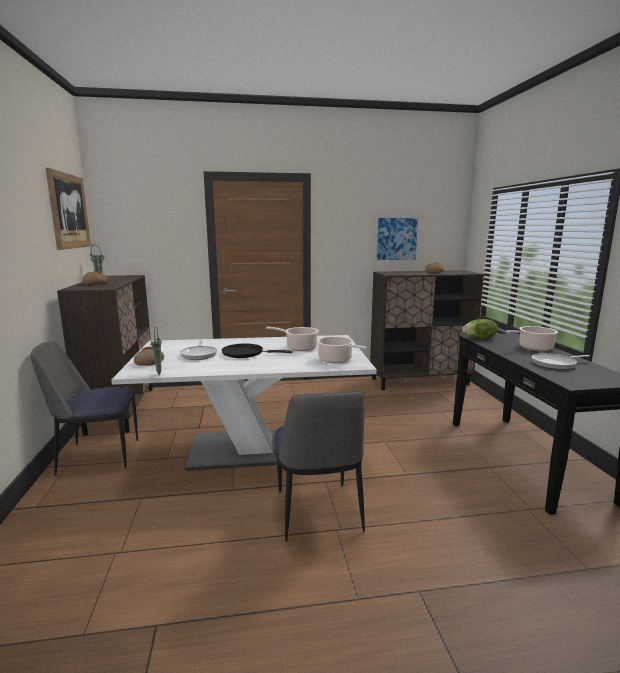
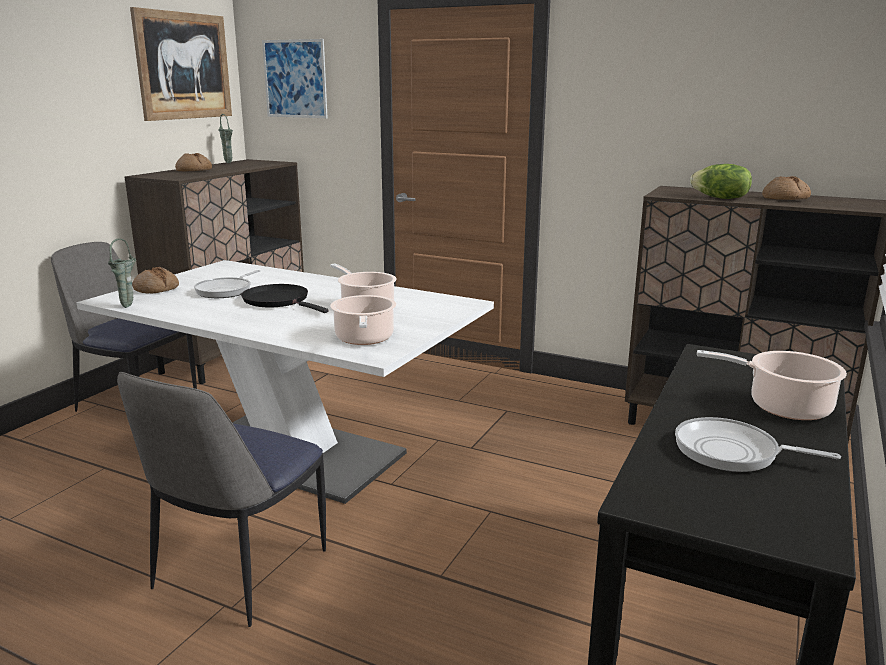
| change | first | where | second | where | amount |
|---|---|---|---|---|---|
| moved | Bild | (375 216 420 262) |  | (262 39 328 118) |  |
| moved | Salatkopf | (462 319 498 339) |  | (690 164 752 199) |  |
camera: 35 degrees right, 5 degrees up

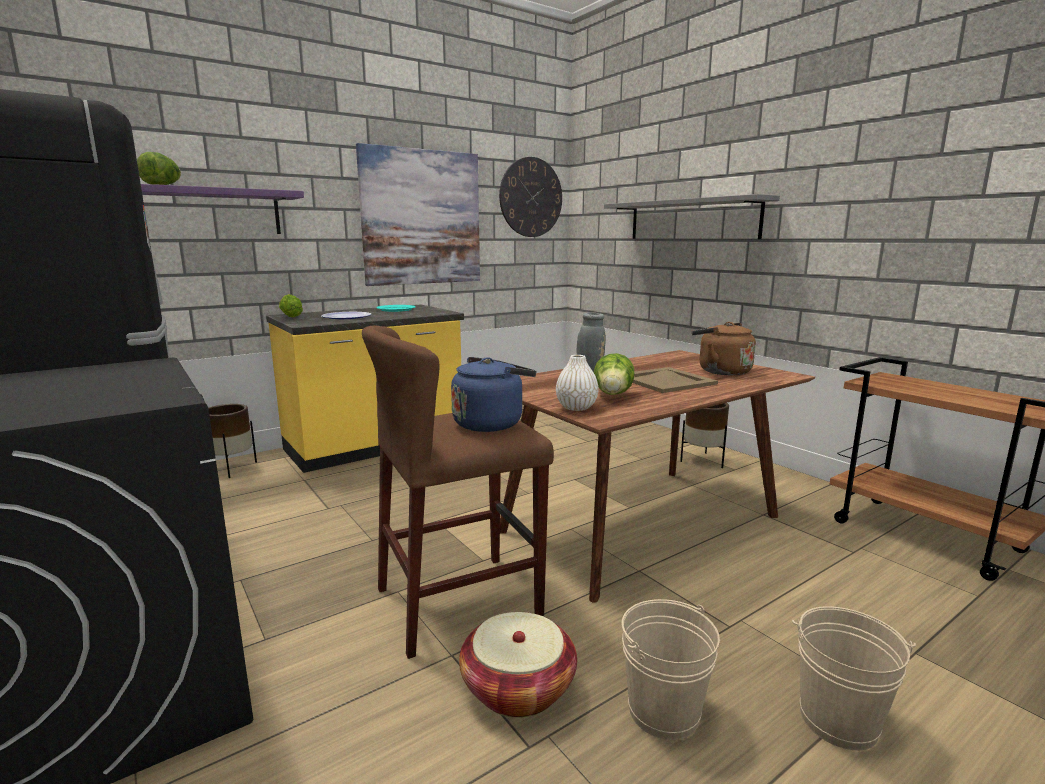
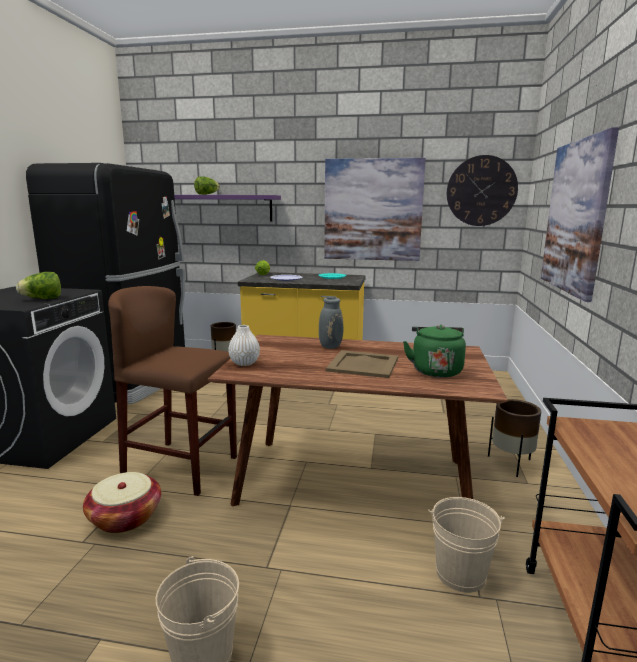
| change | first | where | second | where | amount |
|---|---|---|---|---|---|
| replaced | Wandregal (grau) | (604 194 780 239) | Bild | (541 127 619 302) |  |
| recoloured | Wasserkessel (braun) | (691 322 756 375) | Wasserkessel (grün) | (403 325 466 378) |  |
| moved | Salatkopf | (594 353 634 395) |  | (16 272 61 299) |  |
| removed | Wasserkessel (blau) | (451 357 536 432) |  |  |  |
| moved | Eimer (beige) | (621 599 720 740) |  | (428 497 505 593) |  |
camera: 45 degrees right, 0 degrees up

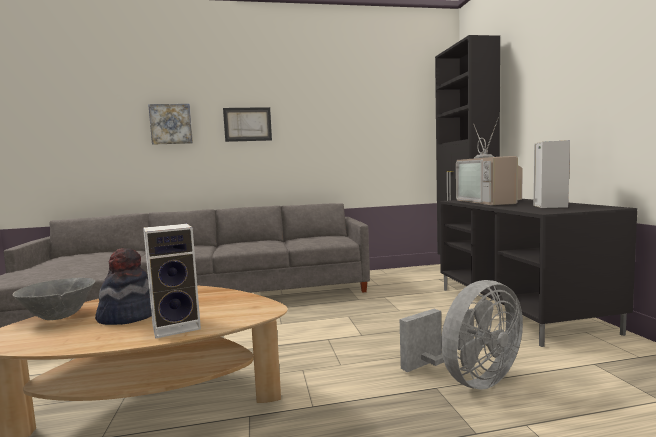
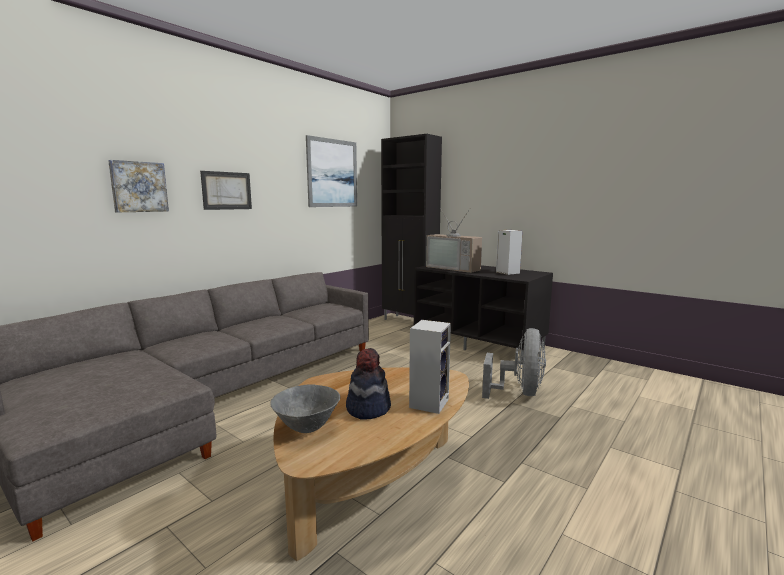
| change | first | where | second | where | amount |
|---|---|---|---|---|---|
| added |  |  | Bild | (306 135 357 207) |  |
camera: 40 degrees left, 5 degrees up

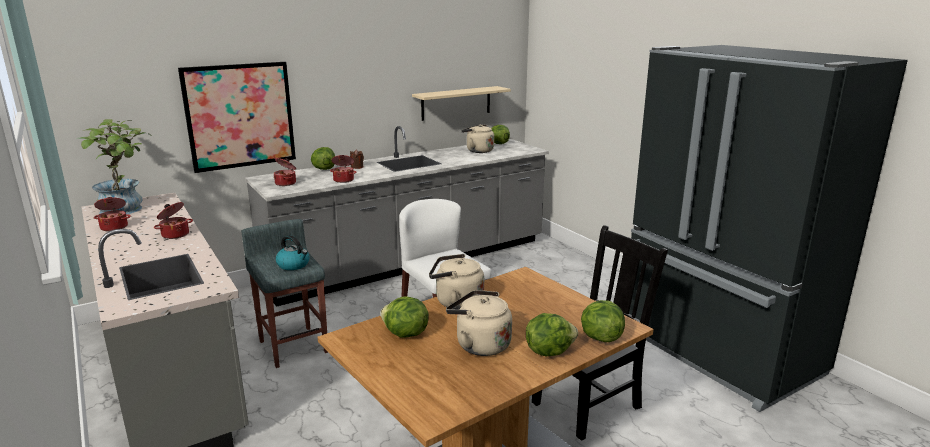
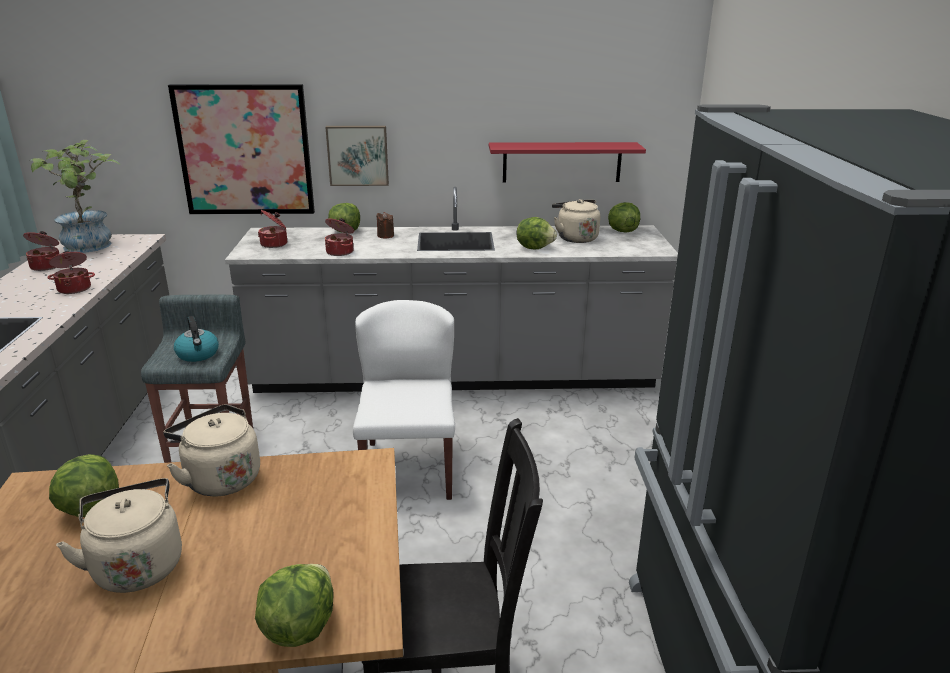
| change | first | where | second | where | amount |
|---|---|---|---|---|---|
| recoloured | Wandregal (beige) | (412 86 511 121) | Wandregal (rot) | (489 142 646 182) |  |
| moved | Salatkopf | (526 313 578 356) |  | (517 217 557 249) |  |
| added |  |  | Bild | (326 126 389 186) |  |
camera: 30 degrees right, 5 degrees up

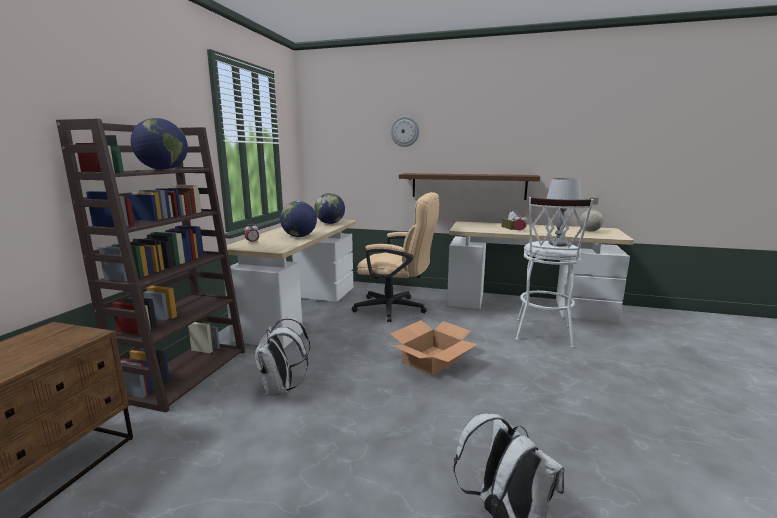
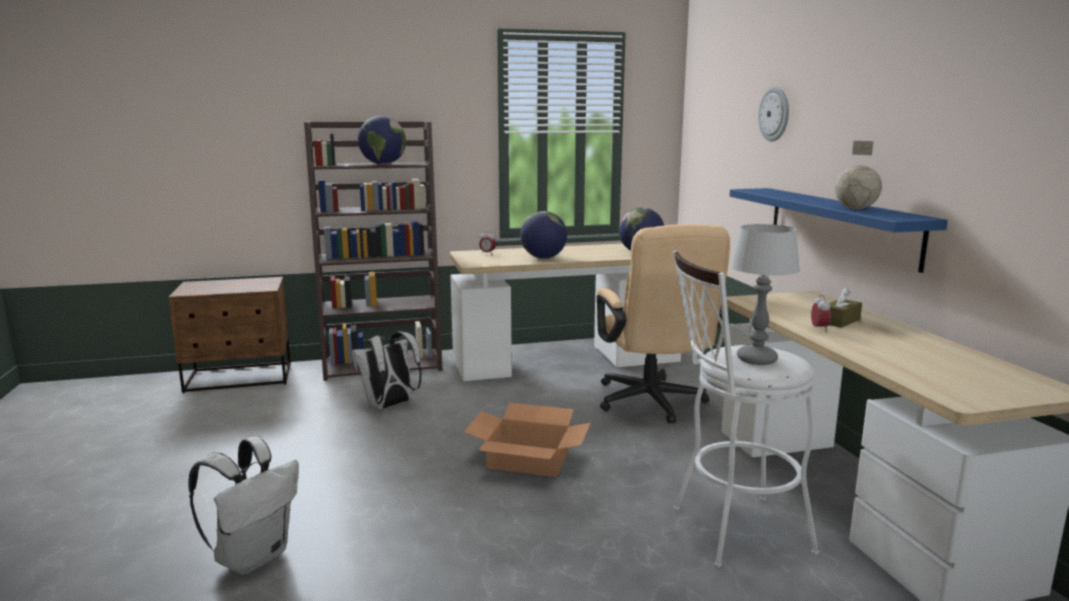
| change | first | where | second | where | amount |
|---|---|---|---|---|---|
| recoloured | Wandregal (braun) | (399 173 540 200) | Wandregal (blau) | (730 188 948 273) |  |
| moved | Globus | (580 198 604 232) |  | (835 141 882 209) |  |
camera: 60 degrees right, 0 degrees up

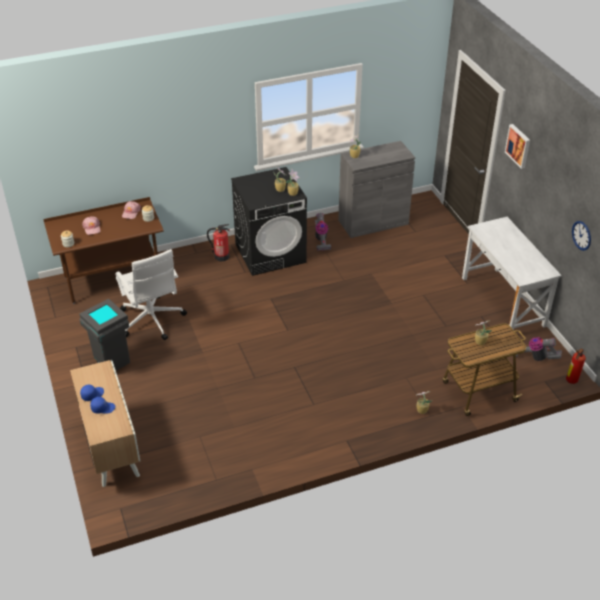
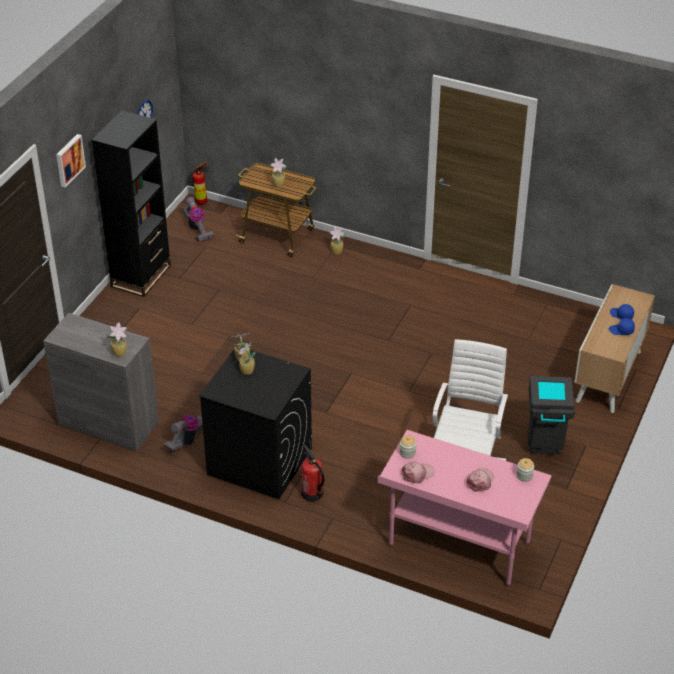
| change | first | where | second | where | amount |
|---|---|---|---|---|---|
| recoloured | Schreibtisch (braun) | (43 197 164 304) | Schreibtisch (rosa) | (378 430 552 587) |  |
| replaced | Schreibtisch (weiß) | (462 217 562 330) | Bücherregal (schwarz) | (92 110 171 297) |  |
camera: 135 degrees left, 0 degrees up

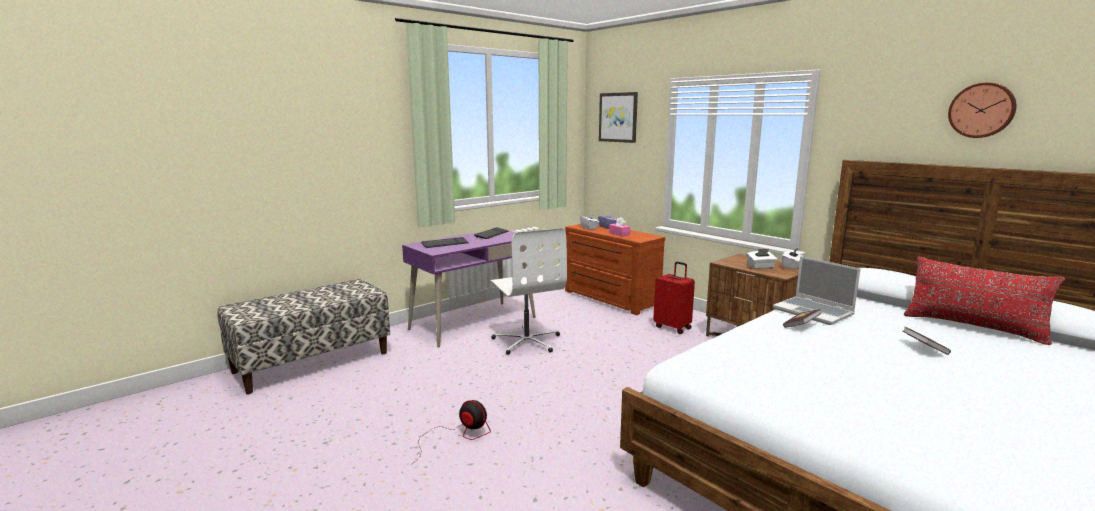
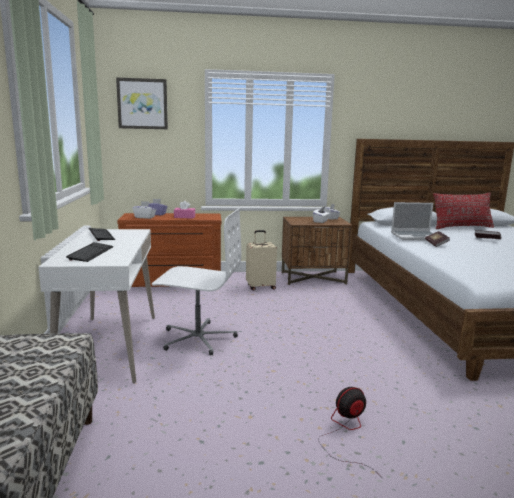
| change | first | where | second | where | amount |
|---|---|---|---|---|---|
| removed | Wanduhr | (948 82 1016 138) |  |  |  |
| recoloured | Schreibtisch (lila) | (402 229 536 347) | Schreibtisch (weiß) | (38 229 155 383) |  |
| recoloured | Koffer (rot) | (653 262 695 334) | Koffer (beige) | (246 230 277 291) |  |
camera: 55 degrees left, 0 degrees up

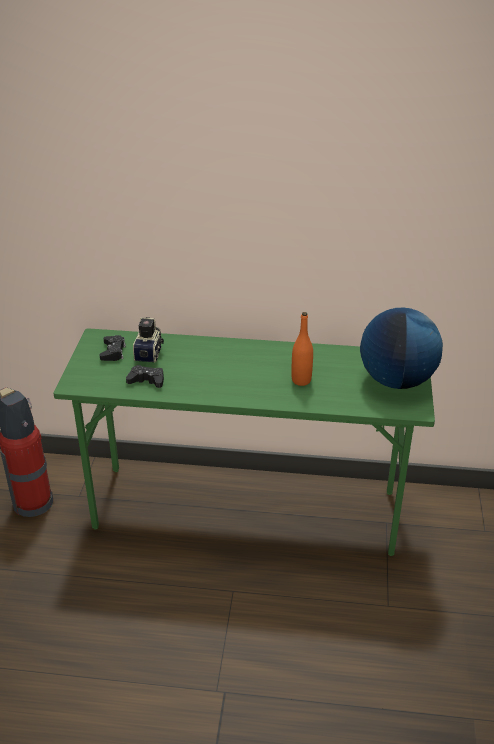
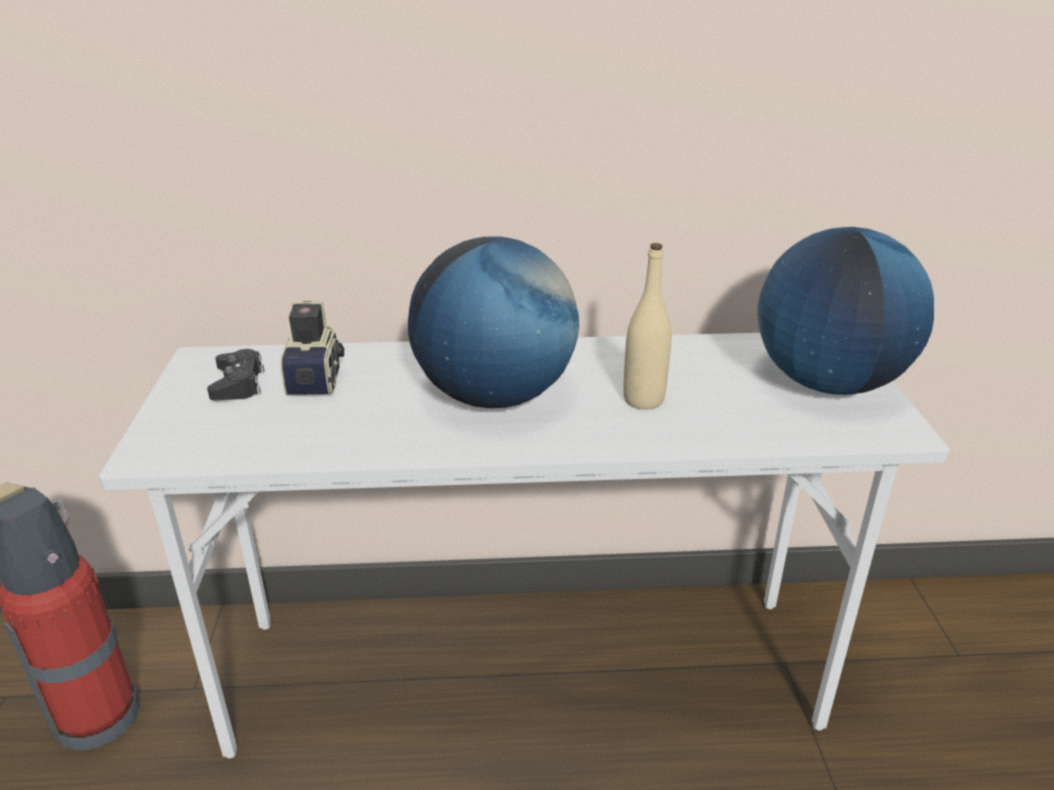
| change | first | where | second | where | amount |
|---|---|---|---|---|---|
| recoloured | Flasche (orange) | (291 312 313 386) | Flasche (beige) | (623 243 671 409) |  |
| recoloured | Schreibtisch (grün) | (54 328 435 556) | Schreibtisch (weiß) | (99 333 950 758) |  |
| removed | Gamepad (schwarz) | (126 365 164 388) |  |  |  |
| added |  |  | Globus | (408 236 579 408) |  |
camera: 10 degrees left, 5 degrees down

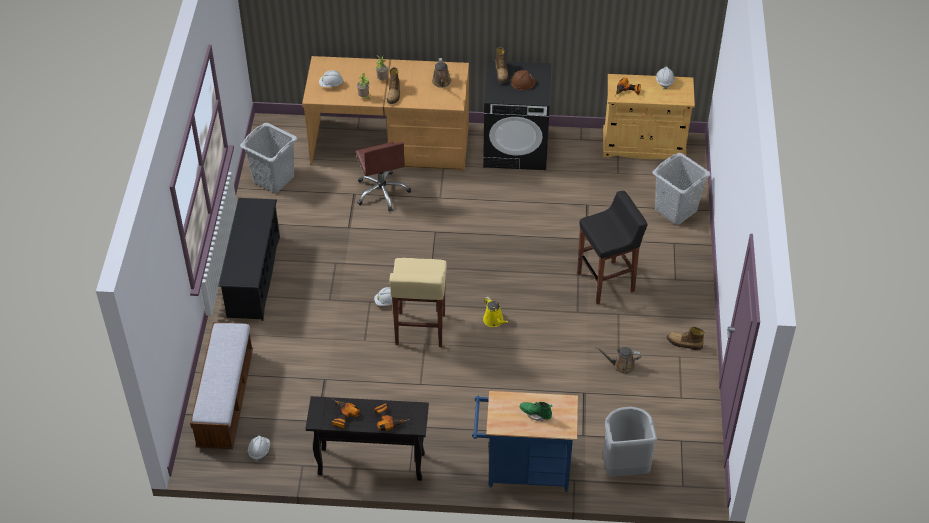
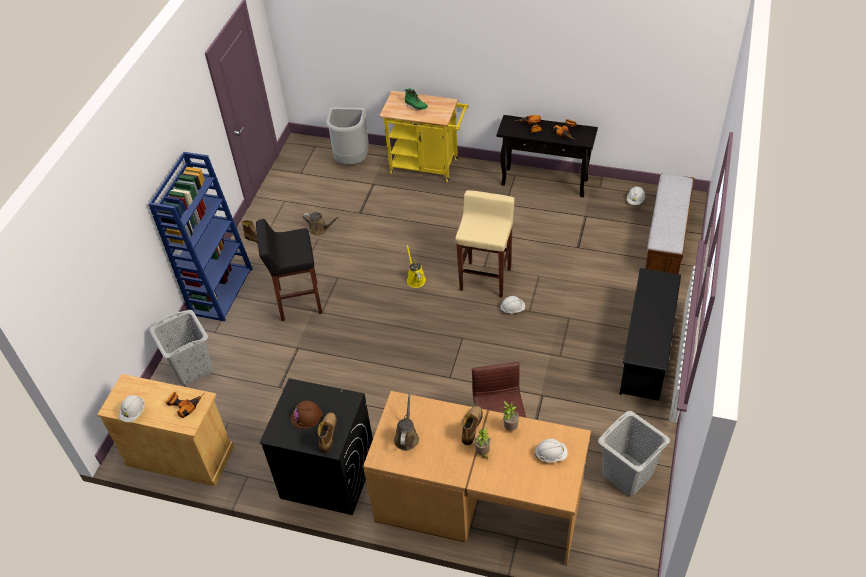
| change | first | where | second | where | amount |
|---|---|---|---|---|---|
| recoloured | Rollwagen (blau) | (472 391 578 492) | Rollwagen (gelb) | (379 91 469 183) |  |
| added |  |  | Bücherregal (blau) | (148 152 253 321) |  |
camera: 165 degrees left, 0 degrees up

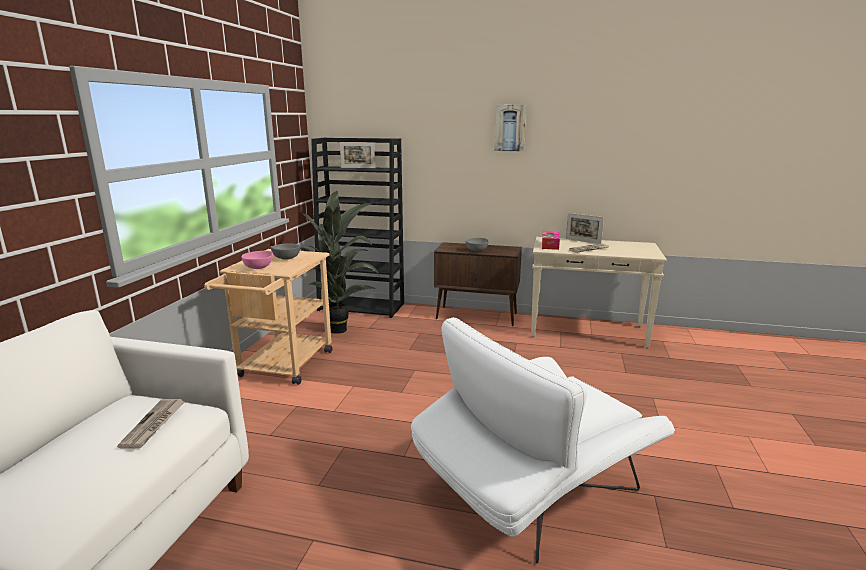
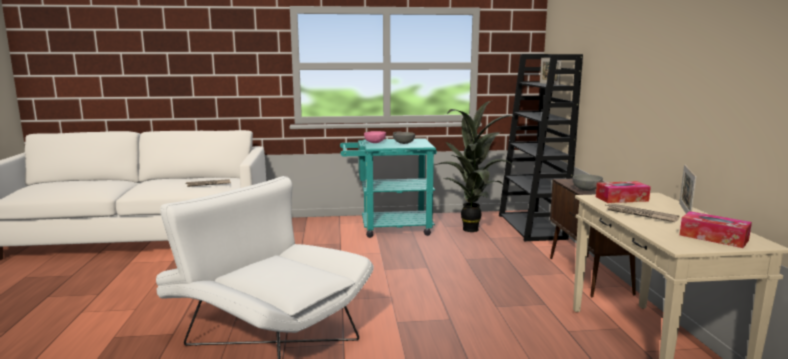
| change | first | where | second | where | amount |
|---|---|---|---|---|---|
| removed | Bild | (494 105 526 151) |  |  |  |
| recoloured | Rollwagen (beige) | (204 249 332 385) | Rollwagen (türkis) | (340 138 437 238) |  |
| added |  |  | Taschentuchbox | (680 211 752 248) |  |
camera: 70 degrees right, 5 degrees down

